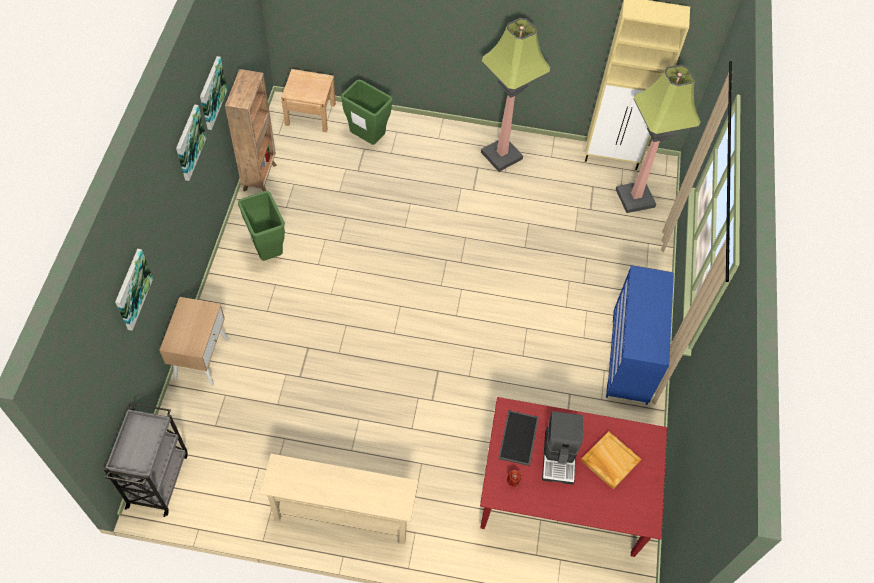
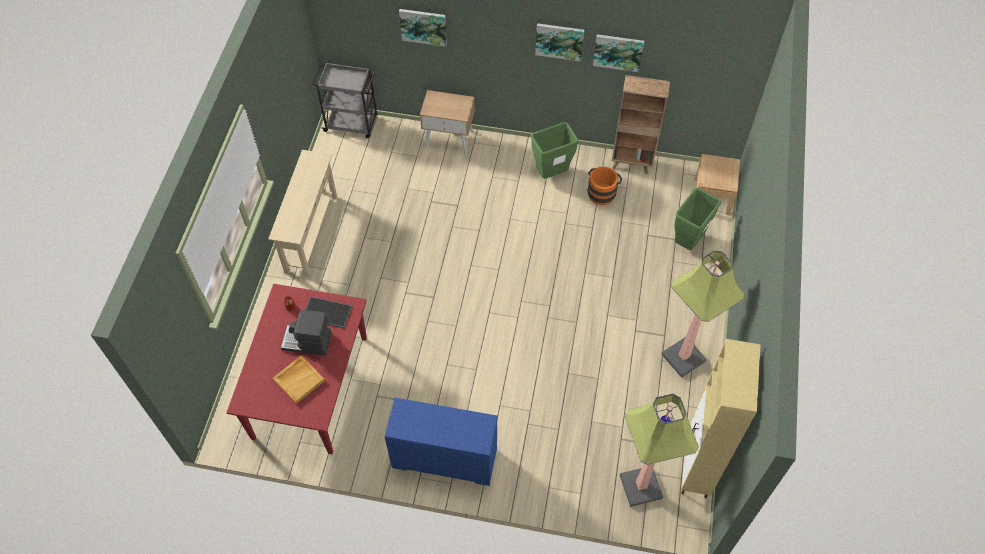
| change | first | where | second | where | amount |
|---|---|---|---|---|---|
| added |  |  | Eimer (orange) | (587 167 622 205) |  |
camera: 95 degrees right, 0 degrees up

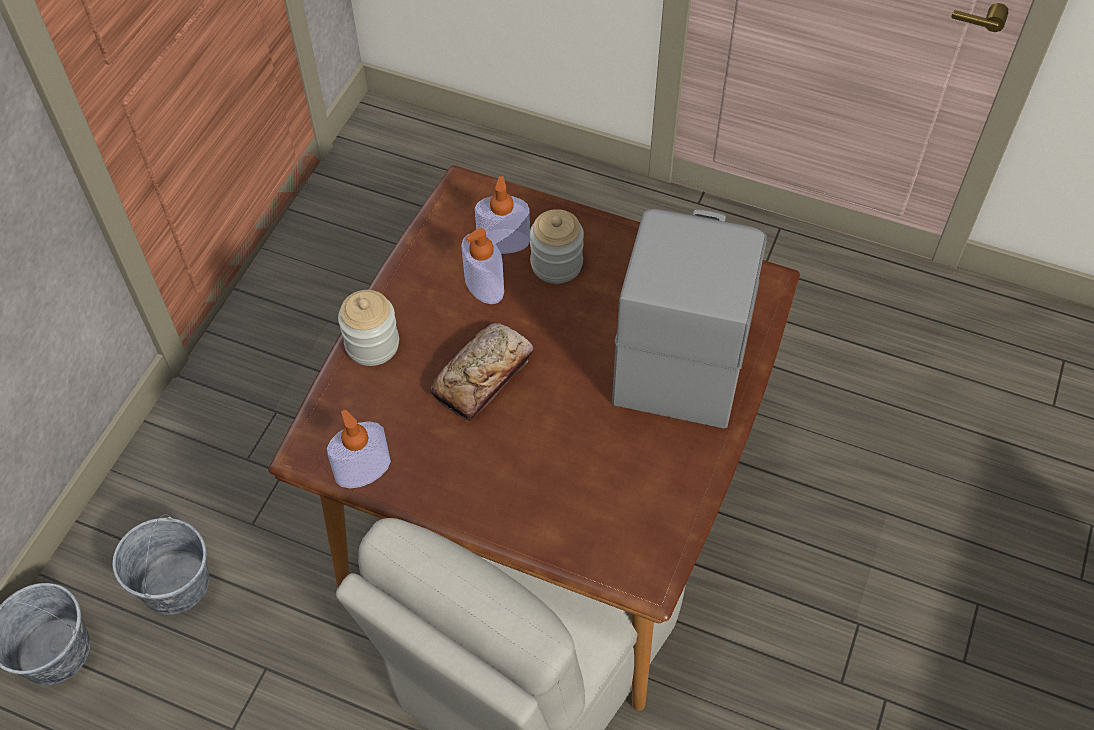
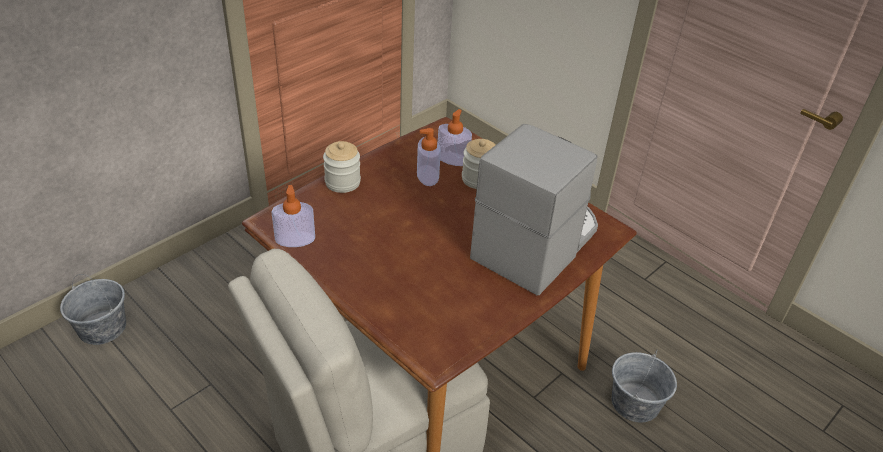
| change | first | where | second | where | amount |
|---|---|---|---|---|---|
| removed | Brot | (430 323 533 422) |  |  |  |
| moved | Eimer (grau) | (112 514 209 615) |  | (612 349 677 423) |  |
camera: 20 degrees right, 15 degrees down

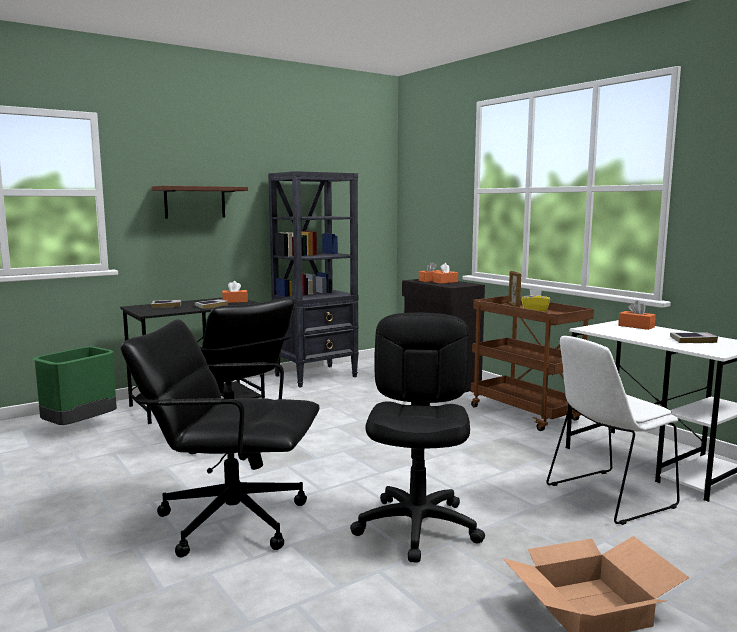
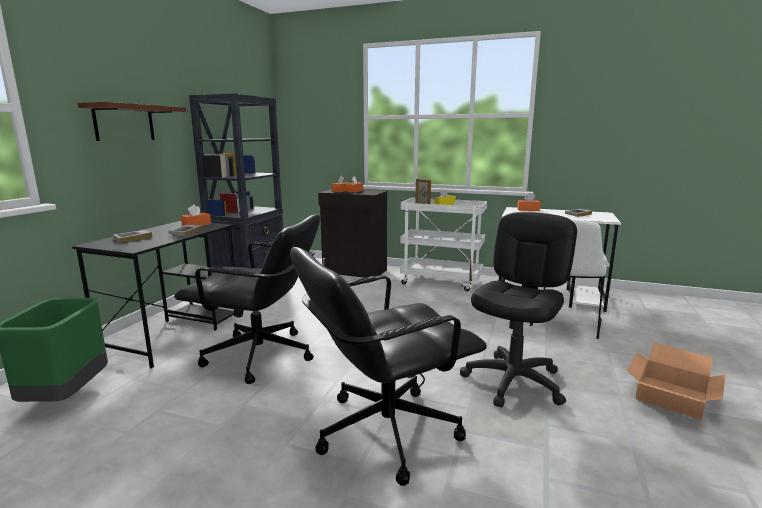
| change | first | where | second | where | amount |
|---|---|---|---|---|---|
| recoloured | Rollwagen (braun) | (471 296 594 431) | Rollwagen (weiß) | (400 198 487 291) |  |
| turned | Bürostuhl (schwarz) | (350 313 485 563) |  | (460 212 577 407) | 60 degrees clockwise |
camera: 35 degrees left, 5 degrees up

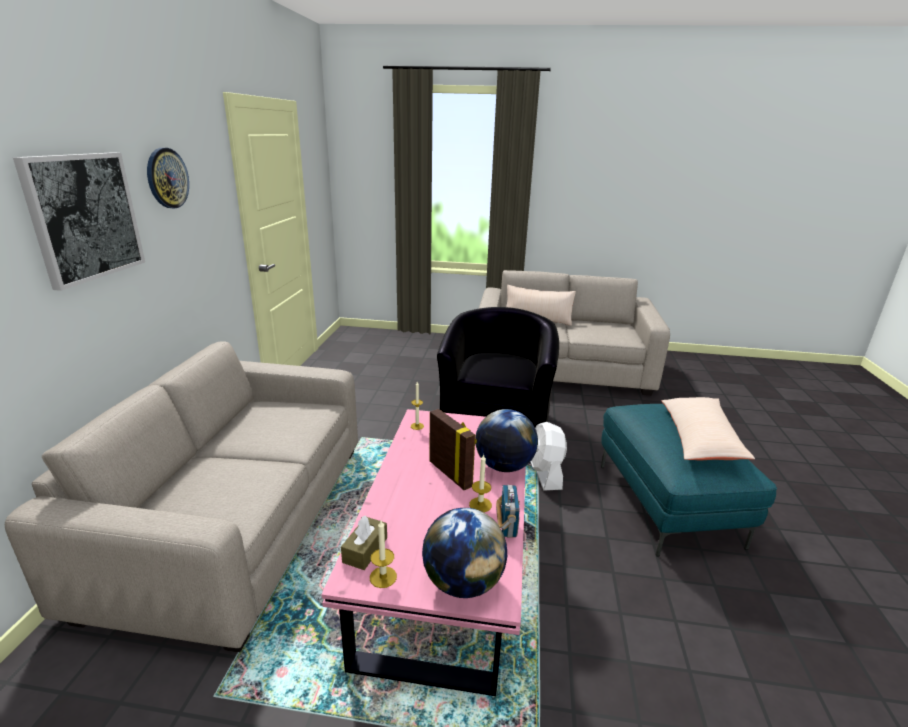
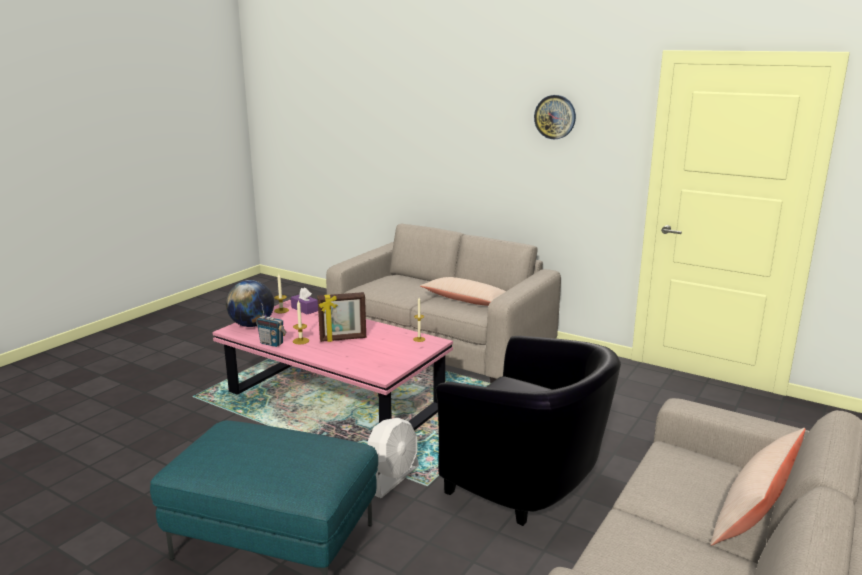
| change | first | where | second | where | amount |
|---|---|---|---|---|---|
| removed | Bild | (13 152 145 291) |  |  |  |
| moved | Kissen (beige) | (662 397 755 460) |  | (420 277 506 306) |  |
| removed | Globus | (475 409 538 472) |  |  |  |
| turned | Ventilator (weiß) | (531 422 567 490) |  | (367 418 419 498) | 105 degrees clockwise |
| recoloured | Taschentuchbox (braun) | (341 516 387 570) | Taschentuchbox (lila) | (291 287 318 314) |  |
camera: 115 degrees right, 5 degrees down

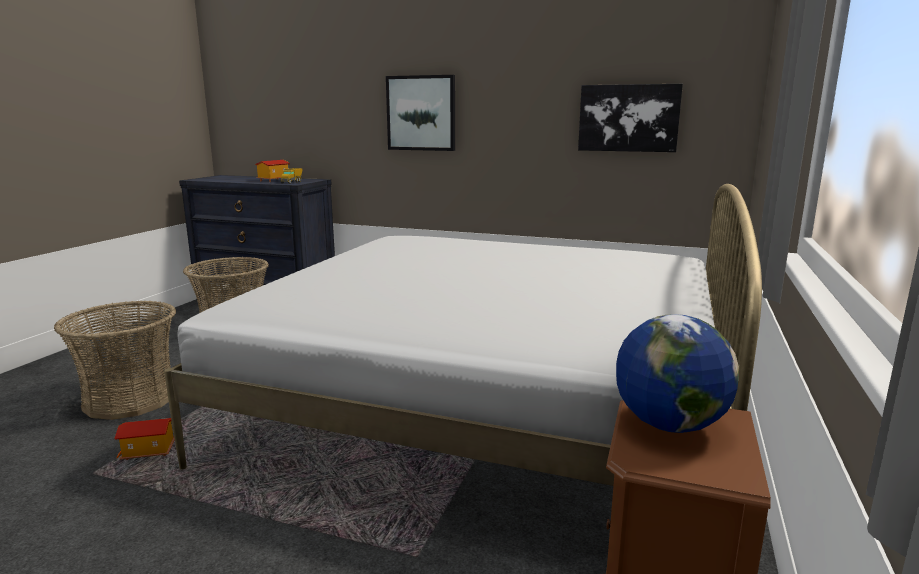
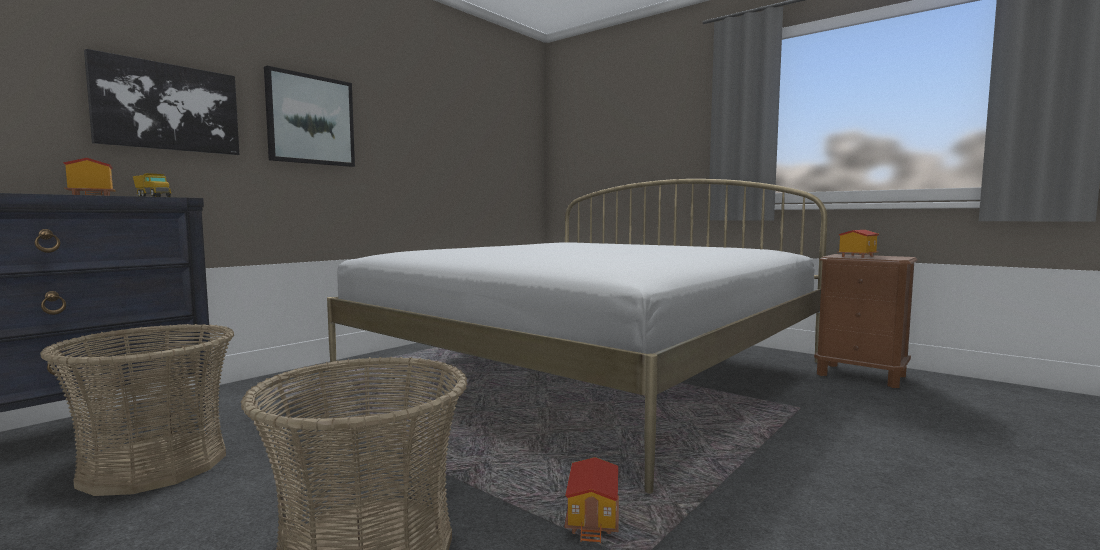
| change | first | where | second | where | amount |
|---|---|---|---|---|---|
| moved | Bild | (578 84 683 152) |  | (84 49 239 155) |  |
| replaced | Globus | (616 314 739 433) | Spielzeughaus | (837 230 879 258) |  |
camera: 70 degrees left, 10 degrees down

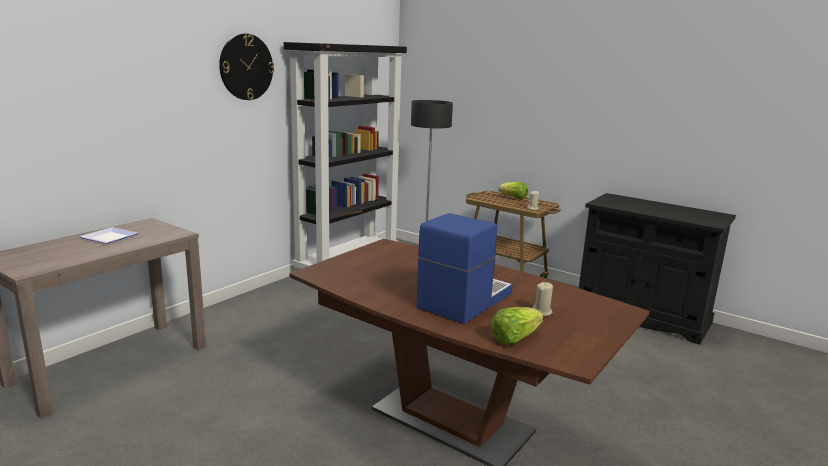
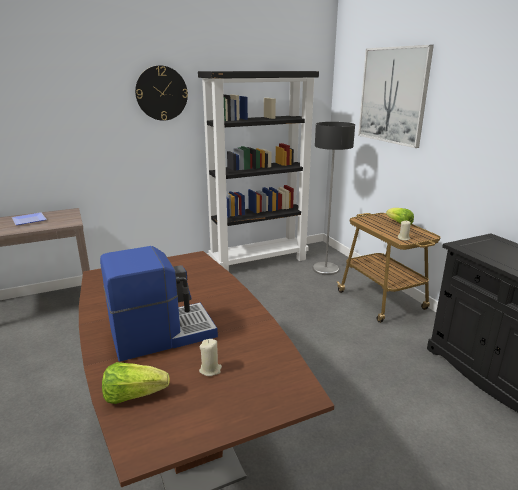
| change | first | where | second | where | amount |
|---|---|---|---|---|---|
| added |  |  | Bild | (358 45 434 148) |  |
camera: 30 degrees right, 5 degrees up

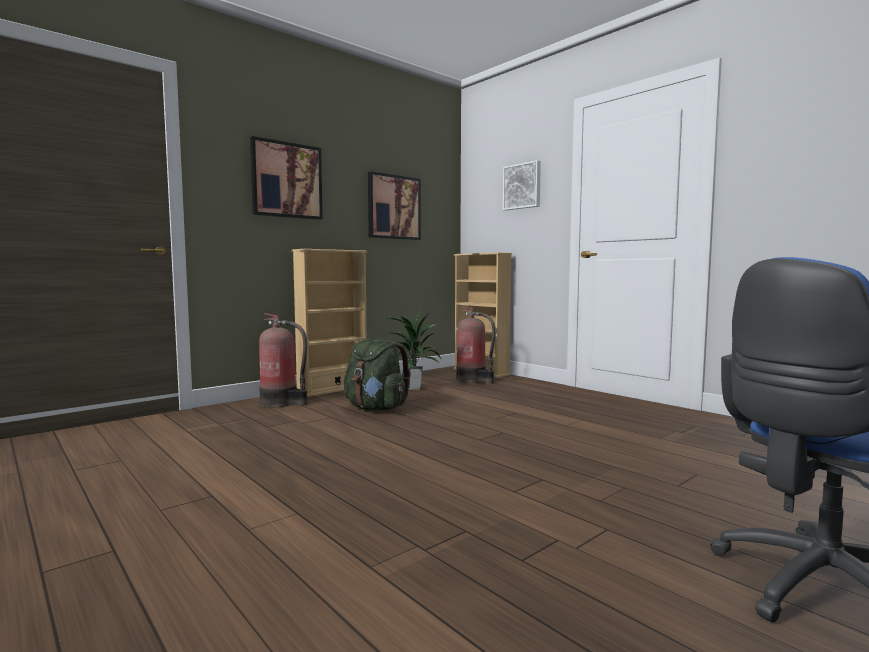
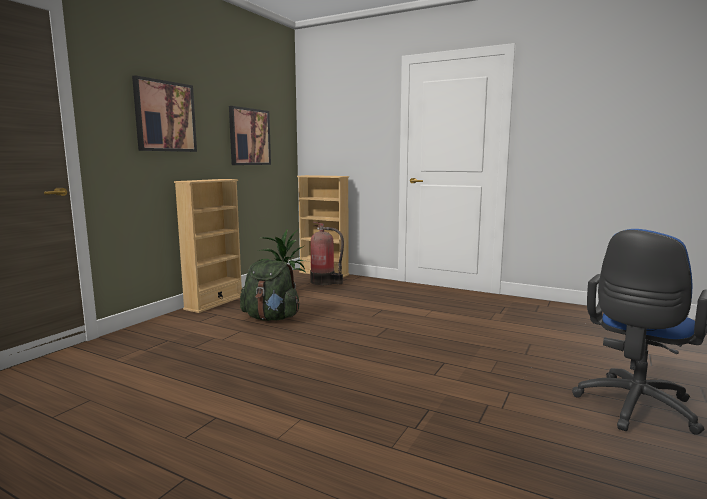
| change | first | where | second | where | amount |
|---|---|---|---|---|---|
| removed | Bild | (503 160 541 210) |  |  |  |
| removed | Feuerlöscher | (259 313 307 407) |  |  |  |
camera: 20 degrees left, 5 degrees up

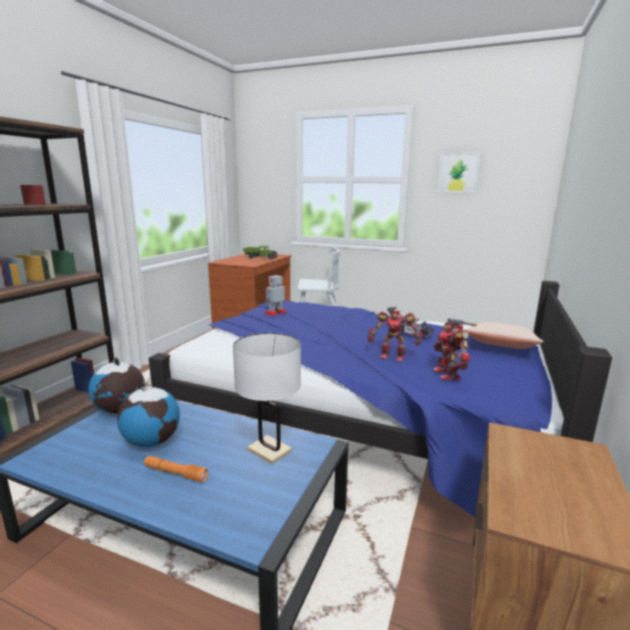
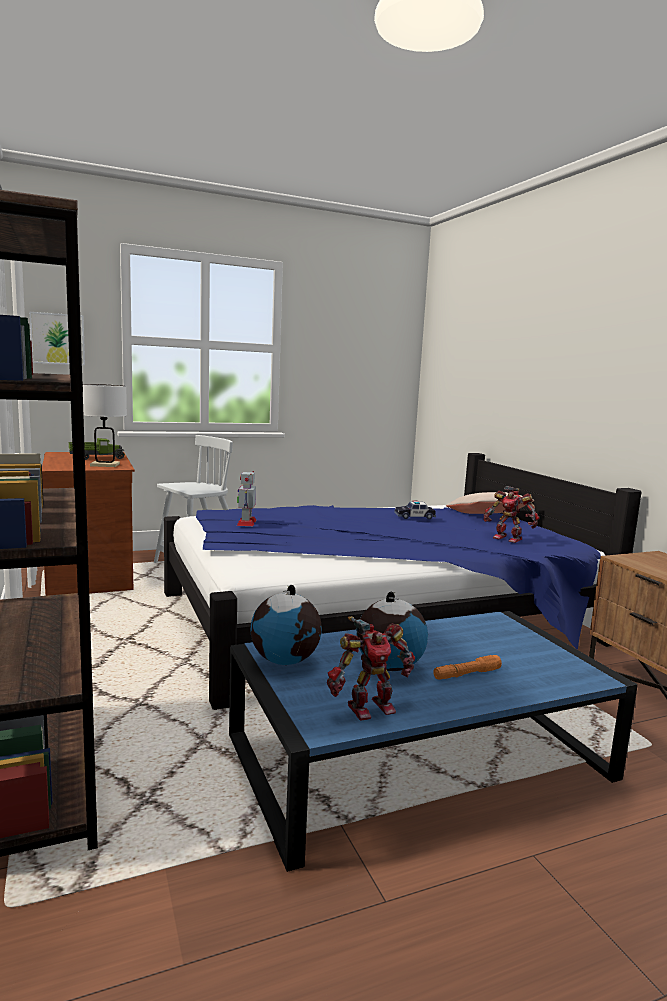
| change | first | where | second | where | amount |
|---|---|---|---|---|---|
| moved | Bild | (437 153 480 192) |  | (29 312 85 365) |  |
| moved | Spielzeugroboter | (368 306 423 362) |  | (327 616 415 721) |  |
| moved | Tischlampe (weiß) | (233 333 301 464) |  | (83 384 127 467) |  |
camera: 45 degrees left, 5 degrees down

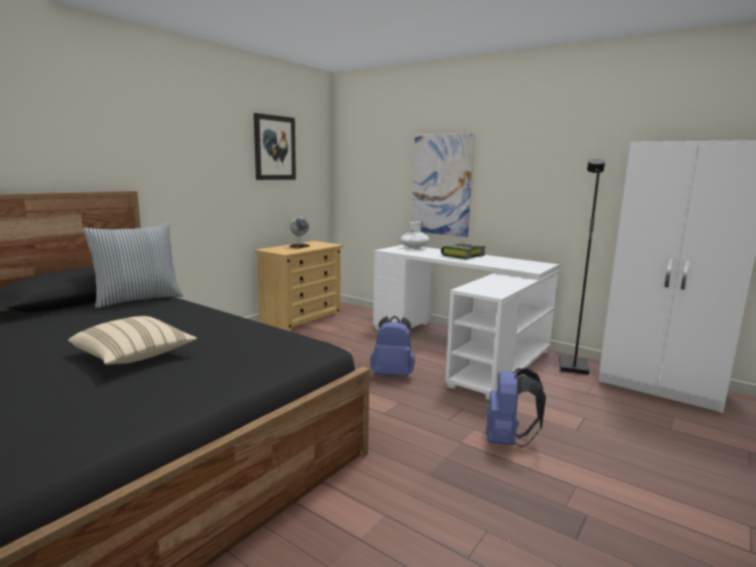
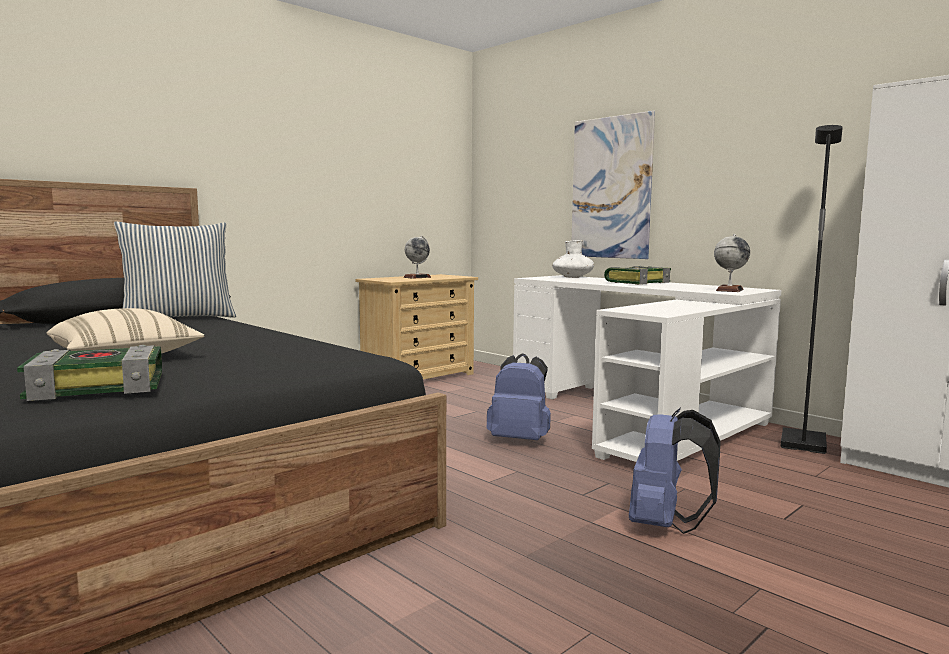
| change | first | where | second | where | amount |
|---|---|---|---|---|---|
| removed | Bild | (254 113 296 180) |  |  |  |
| added |  |  | Globus | (714 234 750 292) |  |
| added |  |  | Buch | (17 345 162 401) |  |
camera: 10 degrees right, 5 degrees down

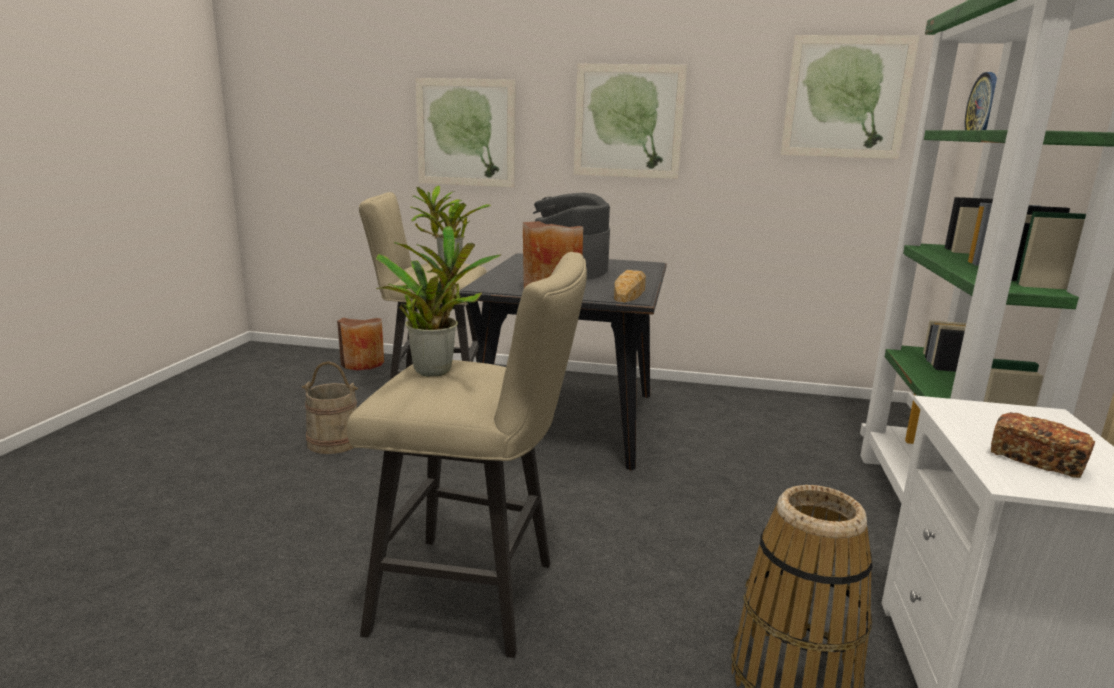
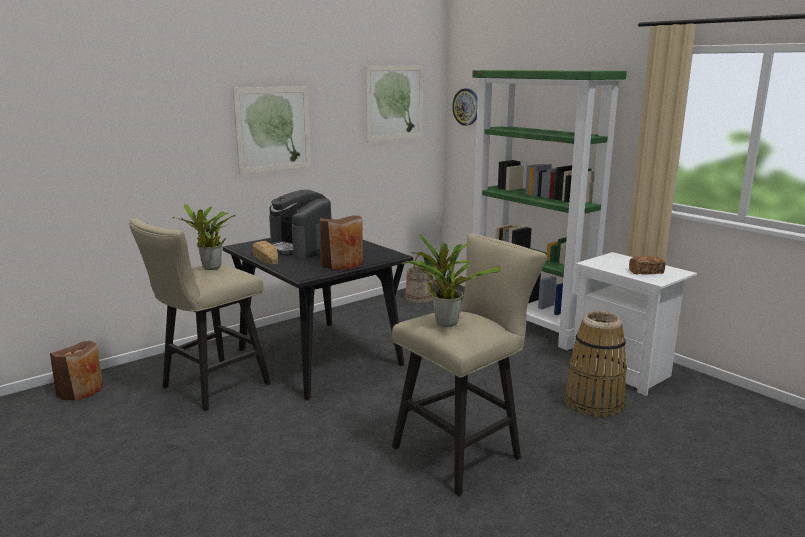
| change | first | where | second | where | amount |
|---|---|---|---|---|---|
| removed | Bild | (416 78 516 188) |  |  |  |
| moved | Brot | (614 270 646 302) |  | (252 241 278 264) |  |
| moved | Eimer (beige) | (302 361 358 454) |  | (405 255 433 303) |  |
camera: 50 degrees left, 0 degrees up

